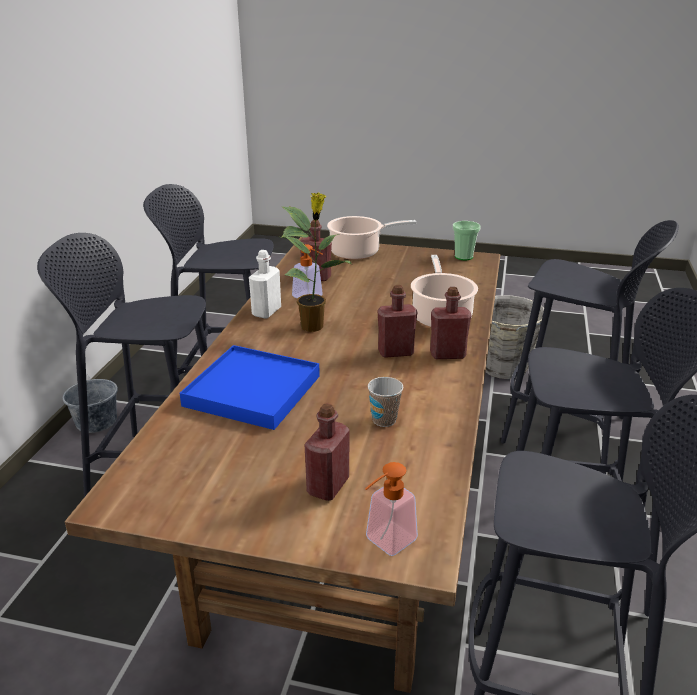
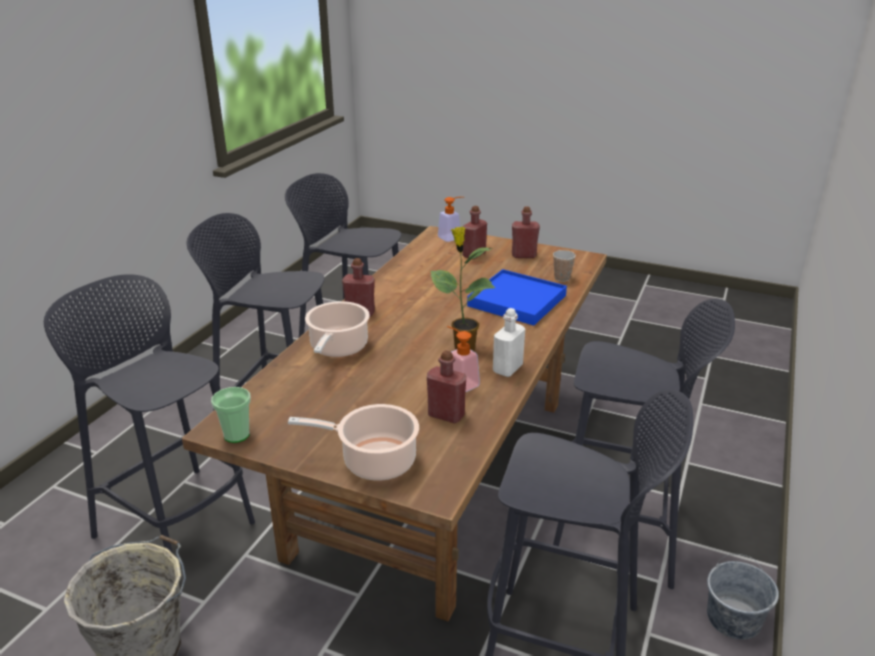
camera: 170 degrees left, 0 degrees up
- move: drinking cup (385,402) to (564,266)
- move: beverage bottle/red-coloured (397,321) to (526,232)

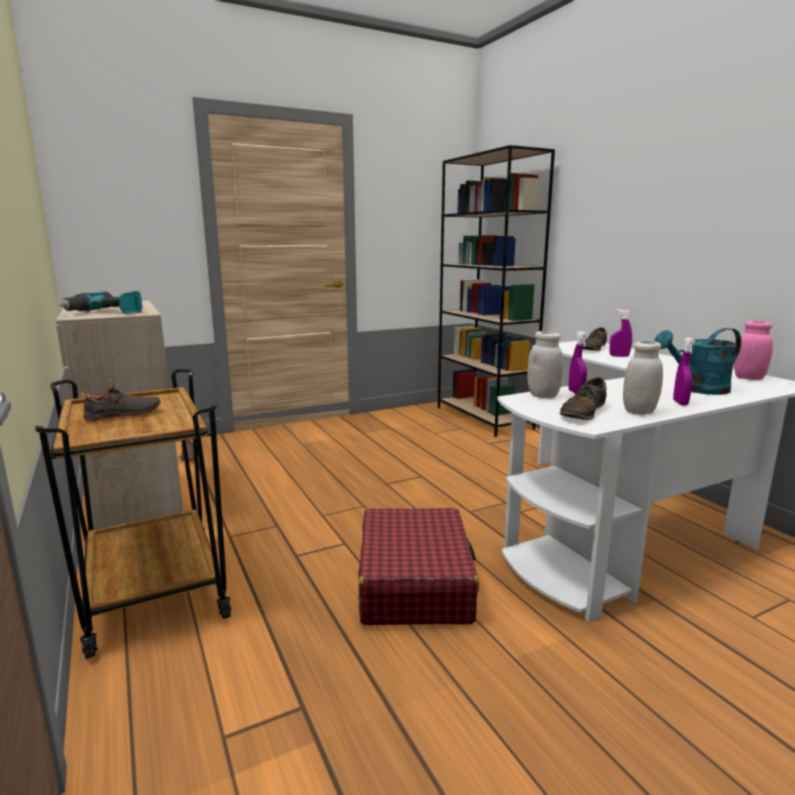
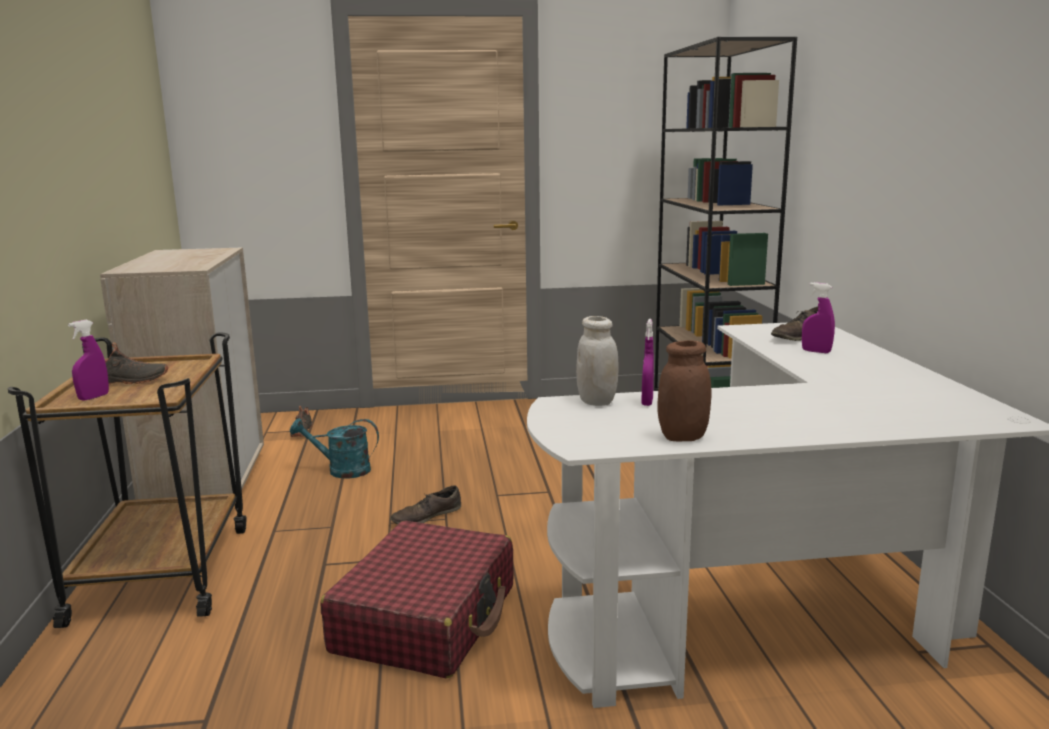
camera: 20 degrees right, 0 degrees up
- delete: electric drill (100,302)
- delete: jar/pink (753,350)
- move: shoe/brown (583,398) to (425,504)
- move: watering pot/turquoise (697,361) to (334,448)
- move: hand sprayer/purple (684,371) to (88,360)
- recolor: jar/whitish (643,378) to jar/brown (684,390)

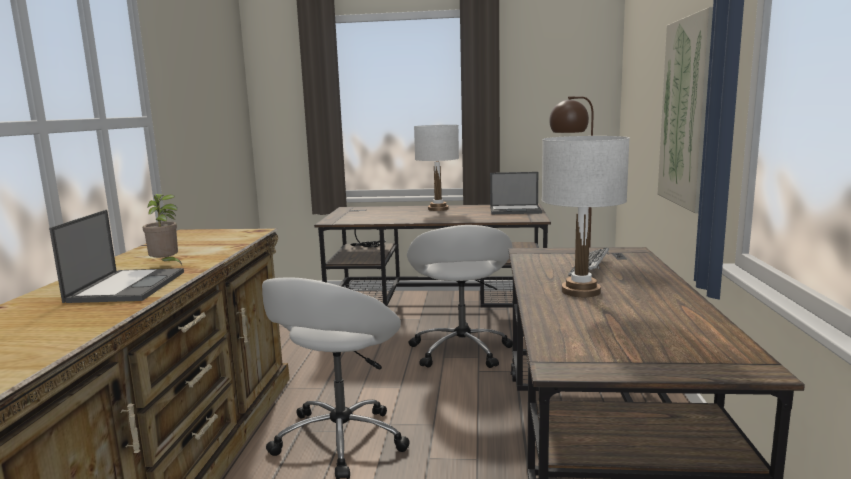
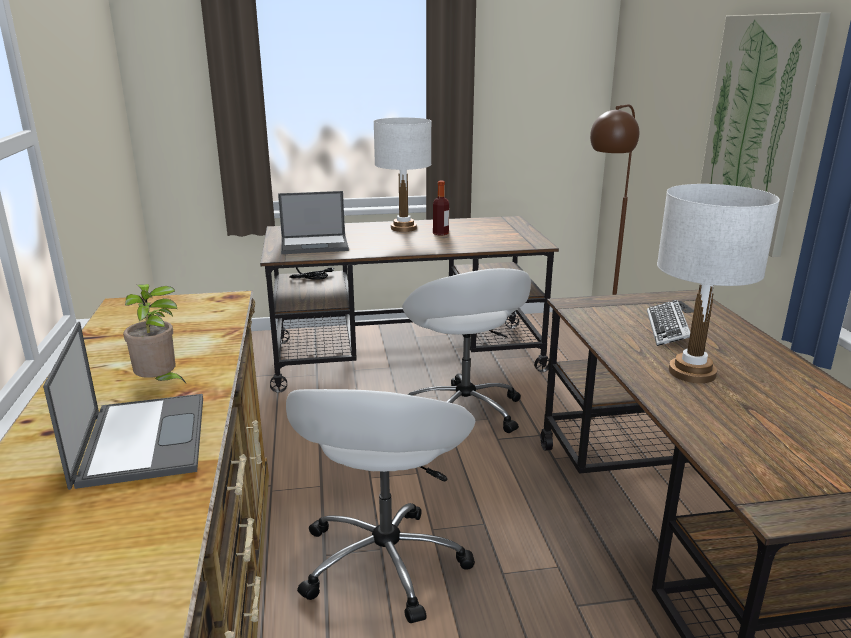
camera: 15 degrees left, 10 degrees up
- insert: beverage bottle (441,208)
- move: notebook computer (516,193) to (313,222)

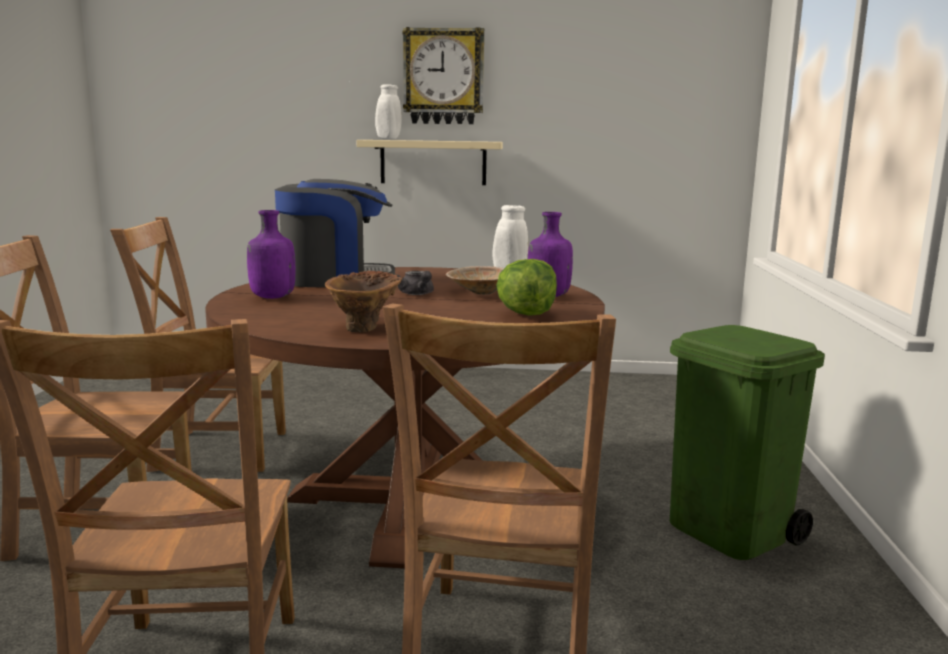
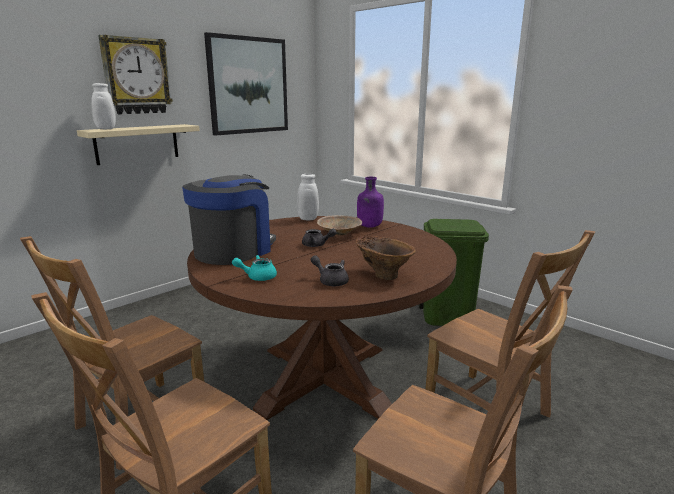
camera: 50 degrees left, 5 degrees up
- delete: head of lettuce (526,287)
- insert: wall picture (246,84)
- insert: tea pot/greyish (330,270)
- replace: beverage bottle/purple (271,254) to tea pot/turquoise (254,268)

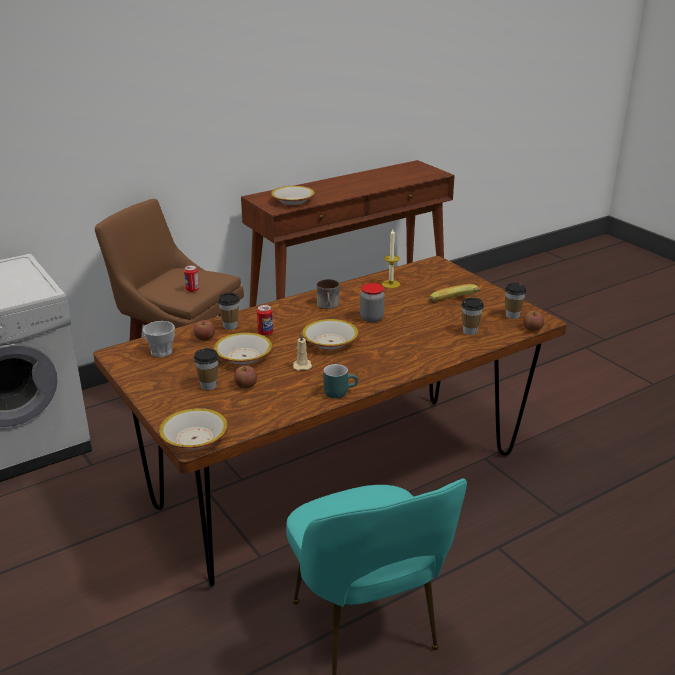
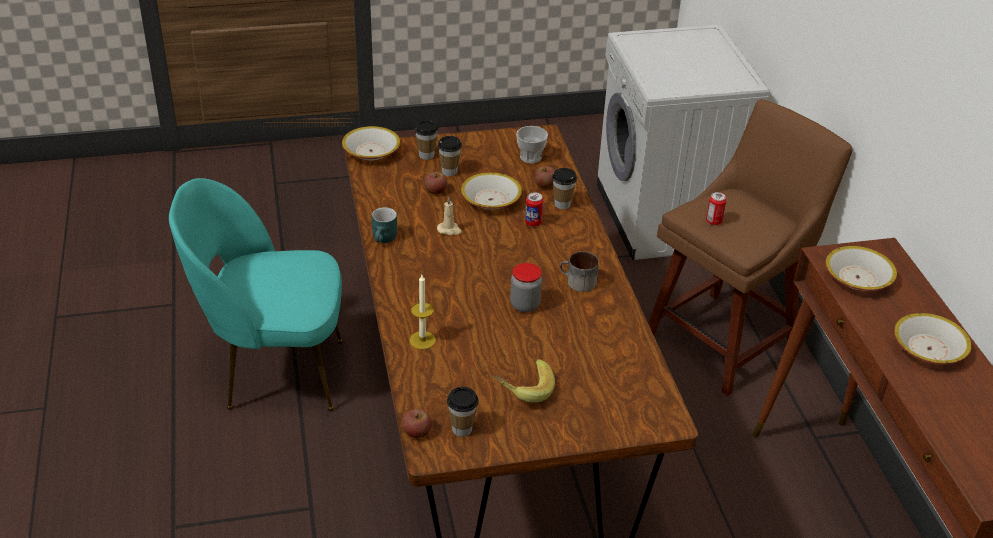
camera: 110 degrees right, 10 degrees up
- move: serving bowl (330,334) to (933,339)
- move: wax light (391,258) to (423,312)
- move: drinking cup (472,316) to (426,140)

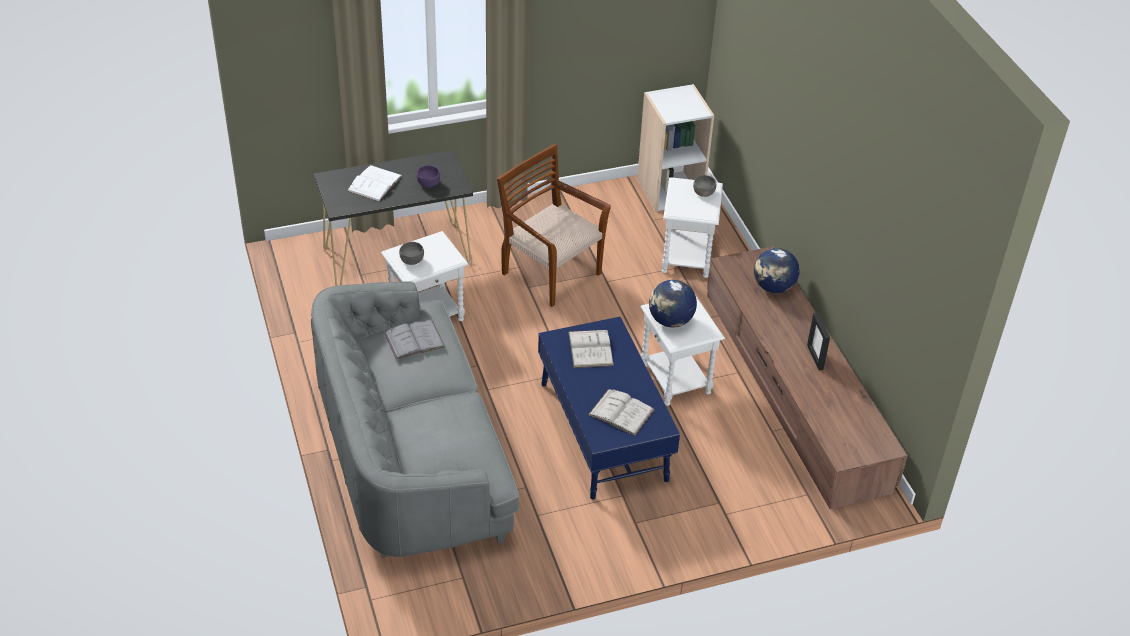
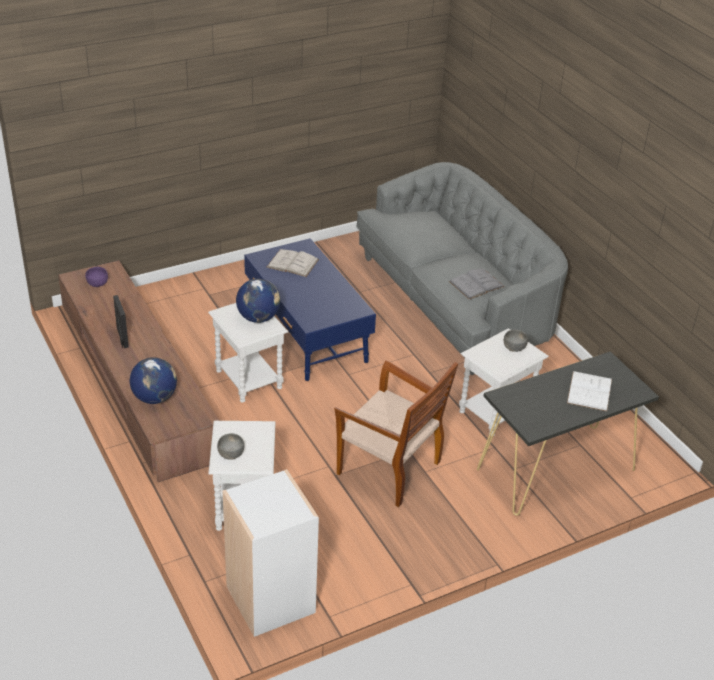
camera: 170 degrees right, 5 degrees down
- delete: bound book/whitish (591,349)
- move: serving bowl/purple (428,177) to (96,277)

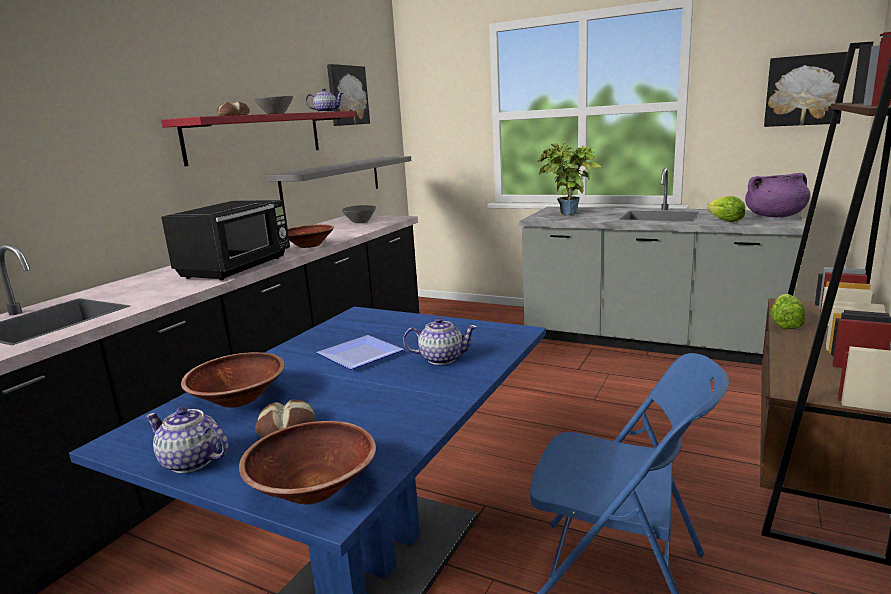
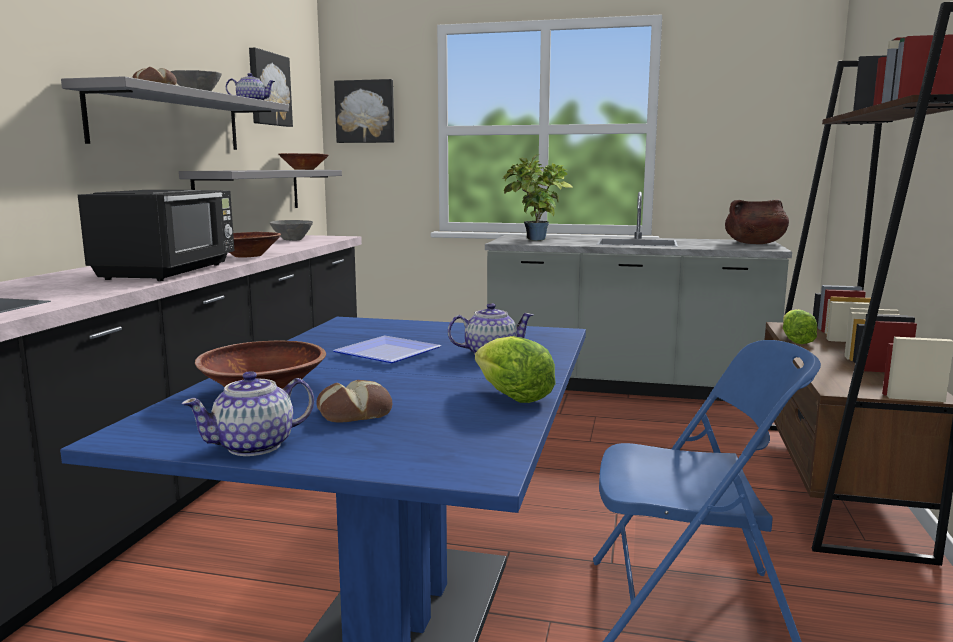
camera: 15 degrees left, 5 degrees down
- move: serving bowl/brown (307,462) to (304,161)
- move: head of lettuce (726,209) to (515,369)
- move: wall picture (806,89) to (364,111)
- recolor: bracket shelf/red-coloured (258,138) to bracket shelf/greyish (175,113)
- recolor: cooking pot/purple (778,195) to cooking pot/brown (757,221)
- rotate: tea pot (186,440) = (247,413) 45 degrees counterclockwise

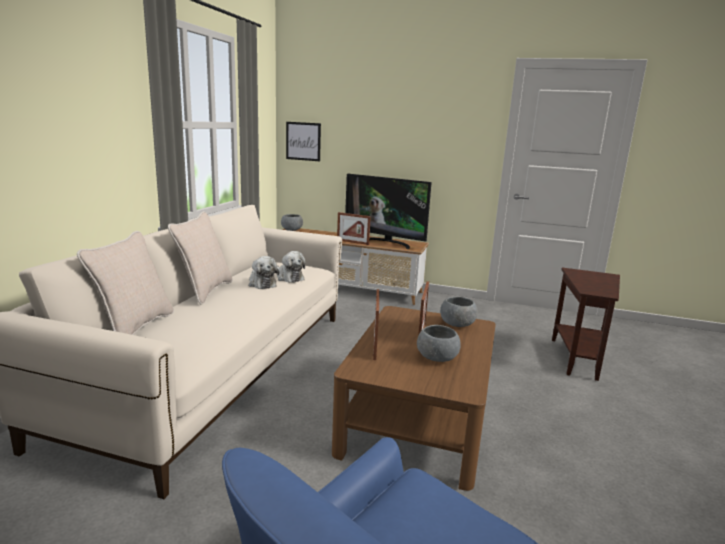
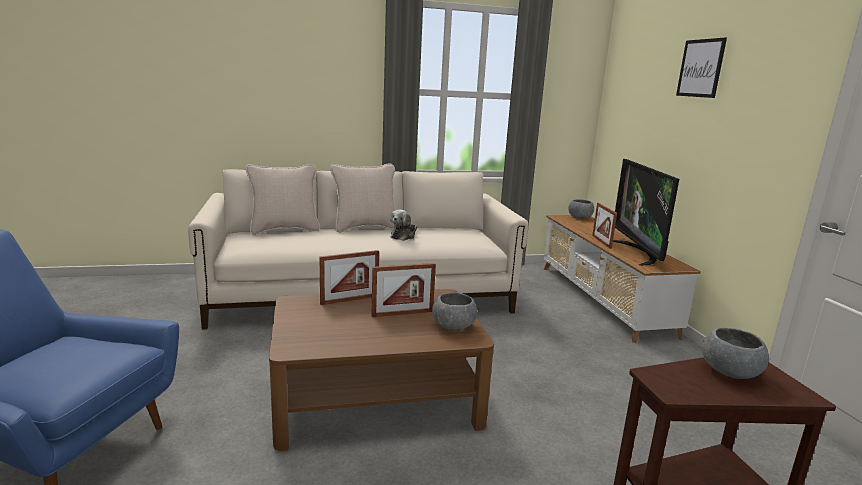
camera: 60 degrees right, 0 degrees up
- delete: plush toy (291,267)
- move: wall picture (303,141) to (701,67)
- move: serving bowl/greyish (439,343) to (735,353)

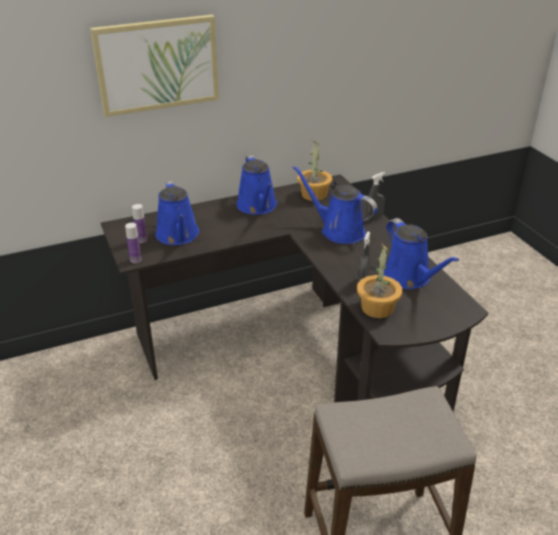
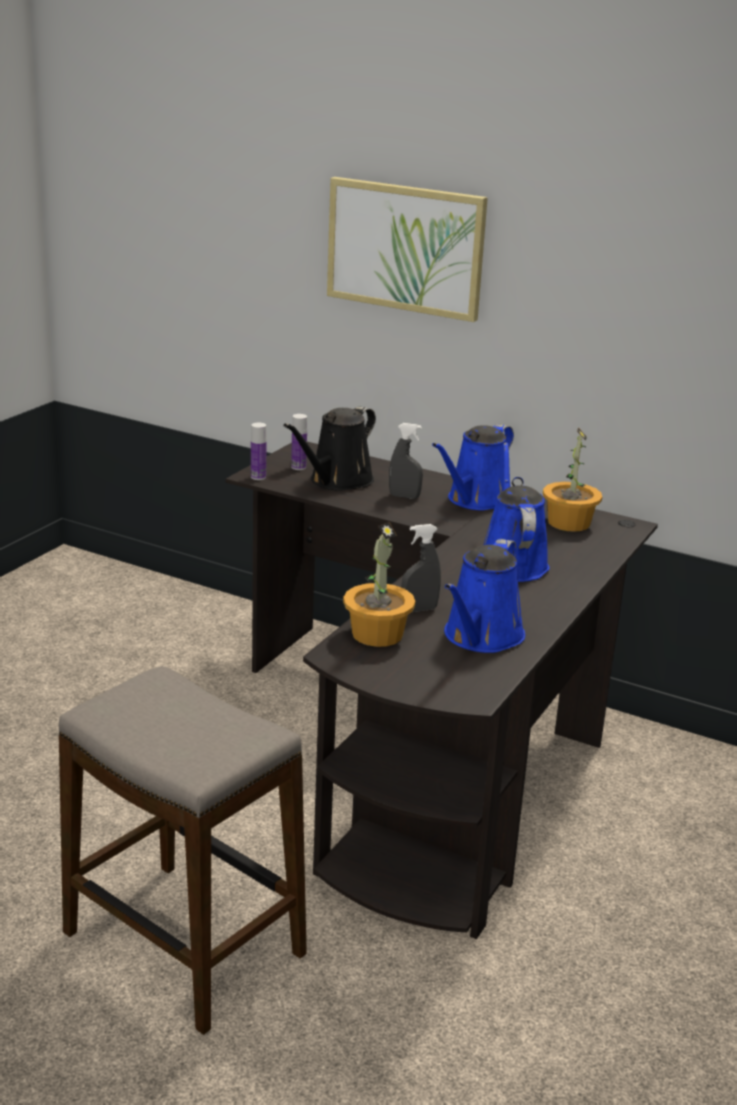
camera: 50 degrees right, 10 degrees down
- move: hand sprayer/greyish (375,197) to (406,461)
- recolor: watering pot/blue-coloured (177,213) to watering pot/blackish (330,448)

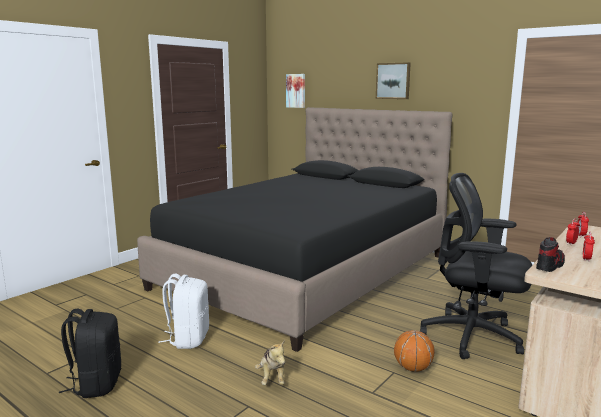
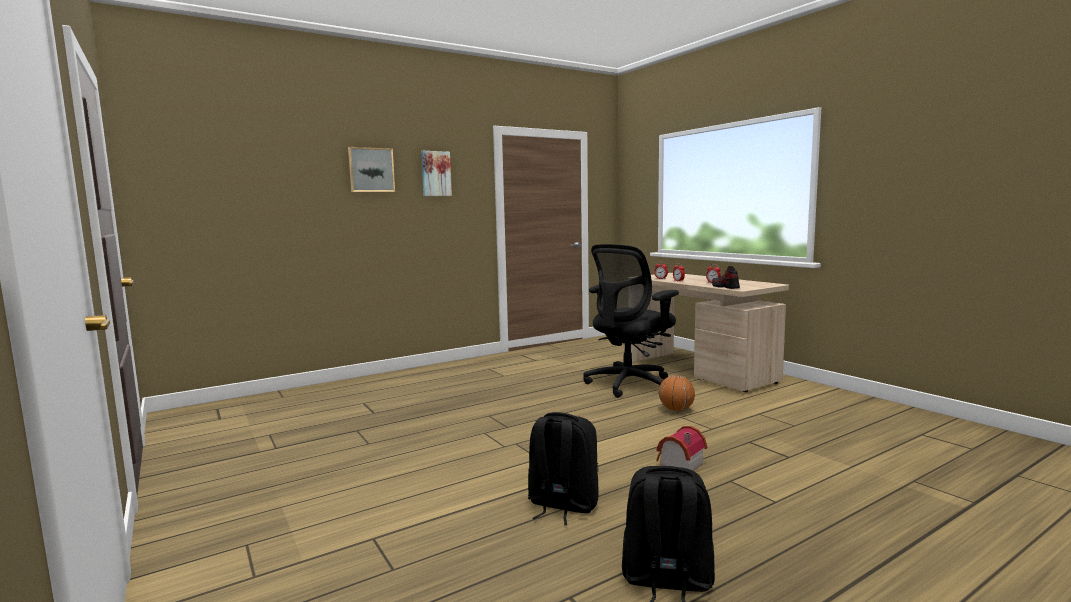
camera: 70 degrees left, 5 degrees down
- delete: sleeping bed/blackish (294,229)
- move: wall picture (295,91) to (436,173)
- replace: plush toy (270,362) to model house (681,448)
- recolor: knapsack/whitish (183,311) to knapsack/blackish (563,468)

